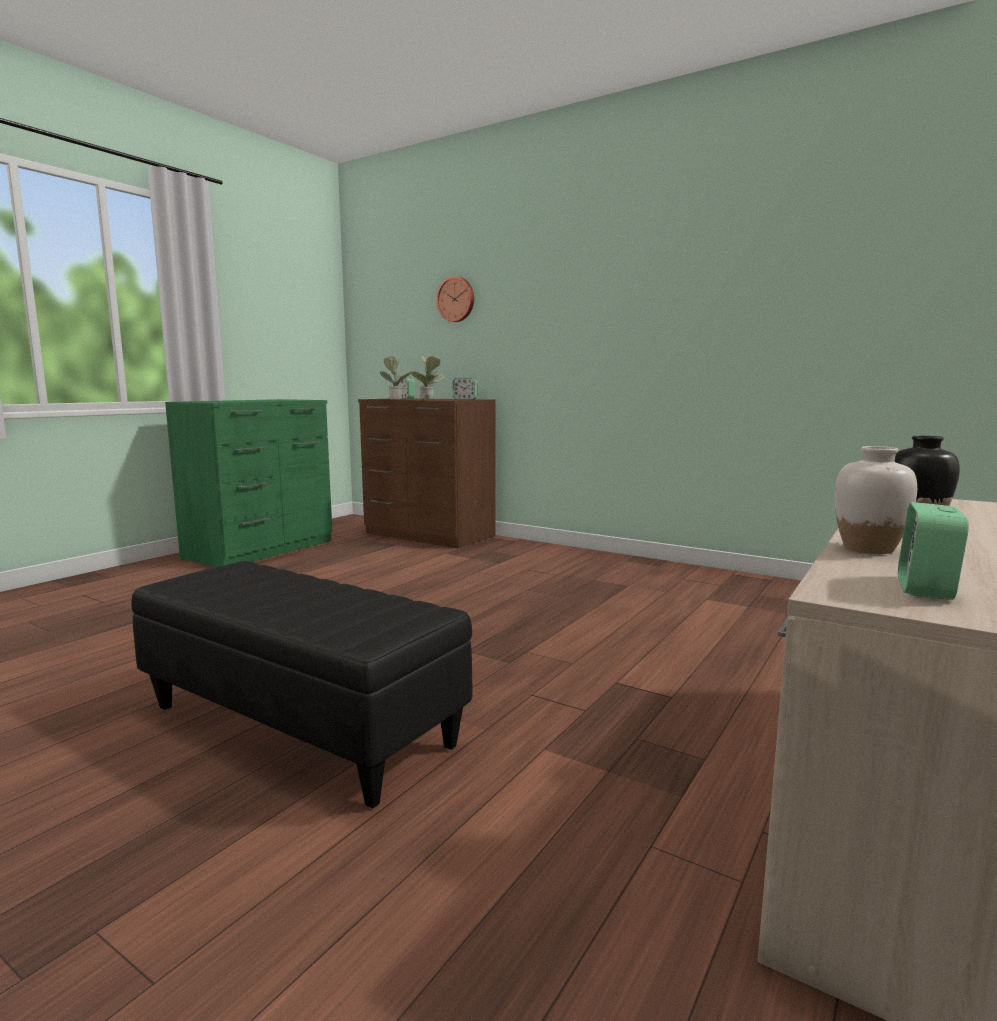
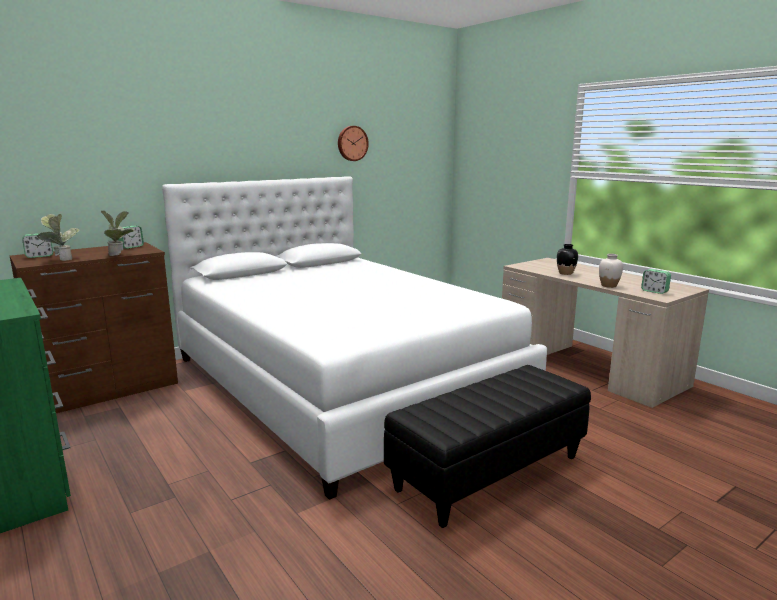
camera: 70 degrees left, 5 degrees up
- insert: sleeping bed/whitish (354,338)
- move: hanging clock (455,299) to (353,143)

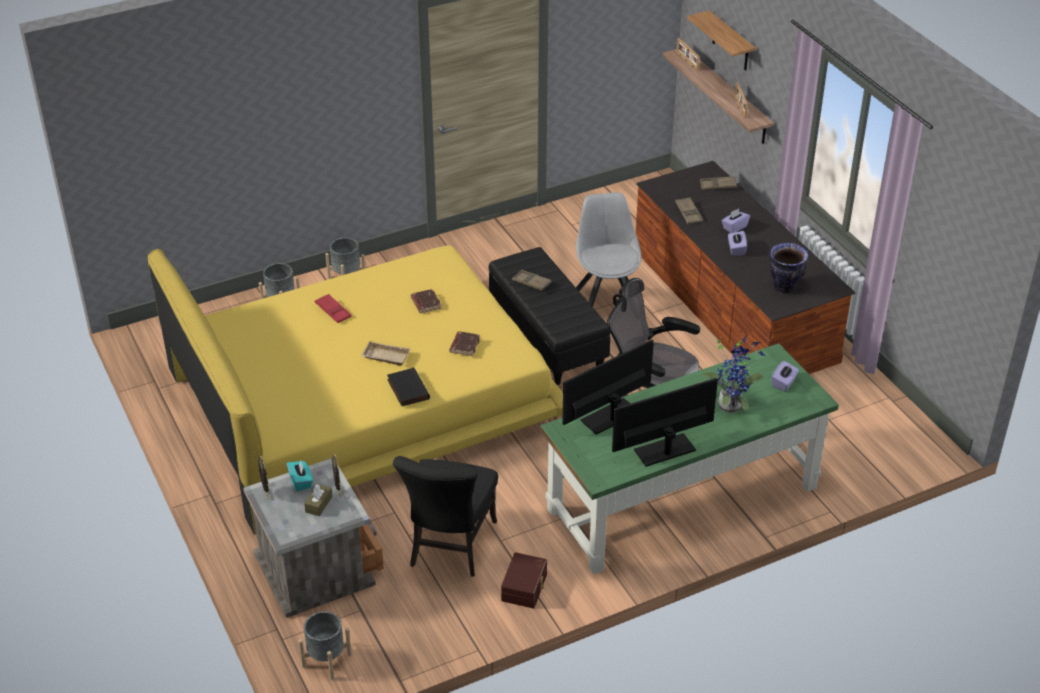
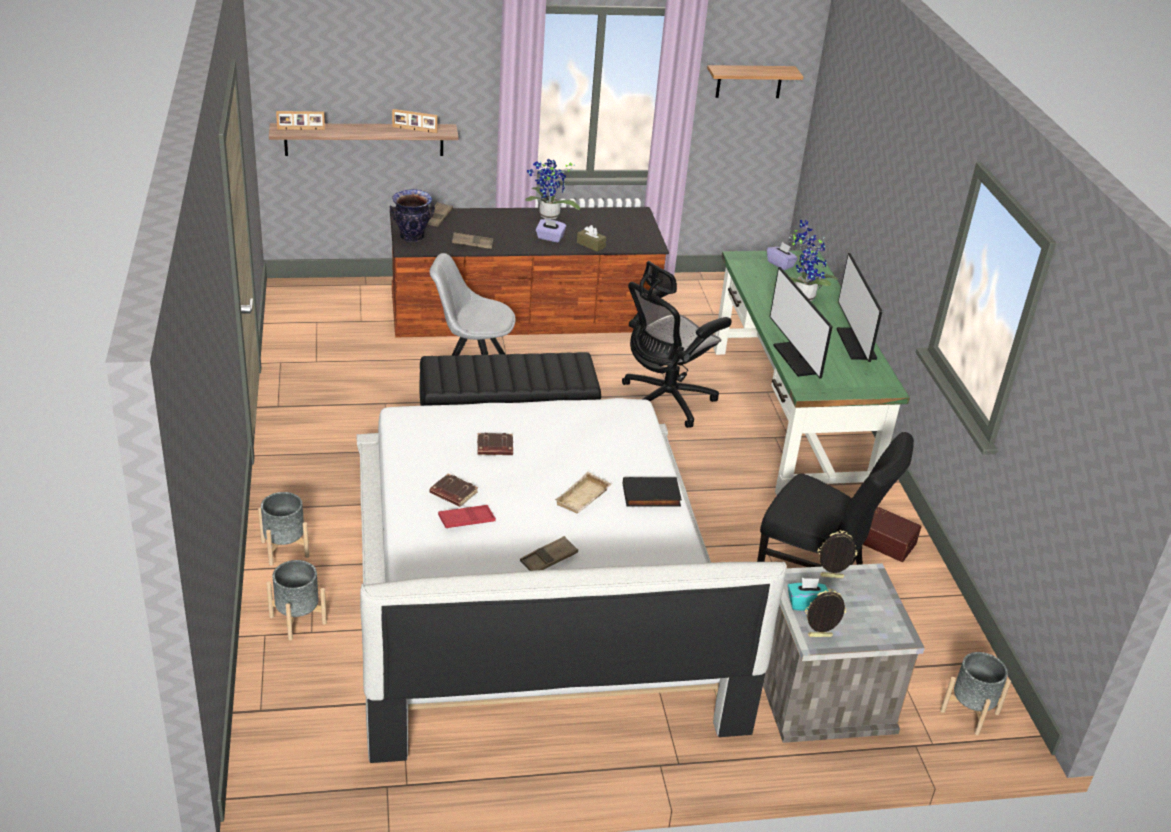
camera: 75 degrees left, 5 degrees down
- delete: tissue box/purple (736,220)
- insert: houseplant (552,189)
- move: tissue box/brown (318,500) to (591,238)
- move: bound book/brown (464,343) to (454,490)
- move: carrying tray/brown (531,280) to (549,553)
- move: bracket shelf (721,40) to (755,81)
- move: decorative vase (789,268) to (412,215)
- recolor: sleeping bed/yellowish (355,390) to sleeping bed/whitish (572,580)

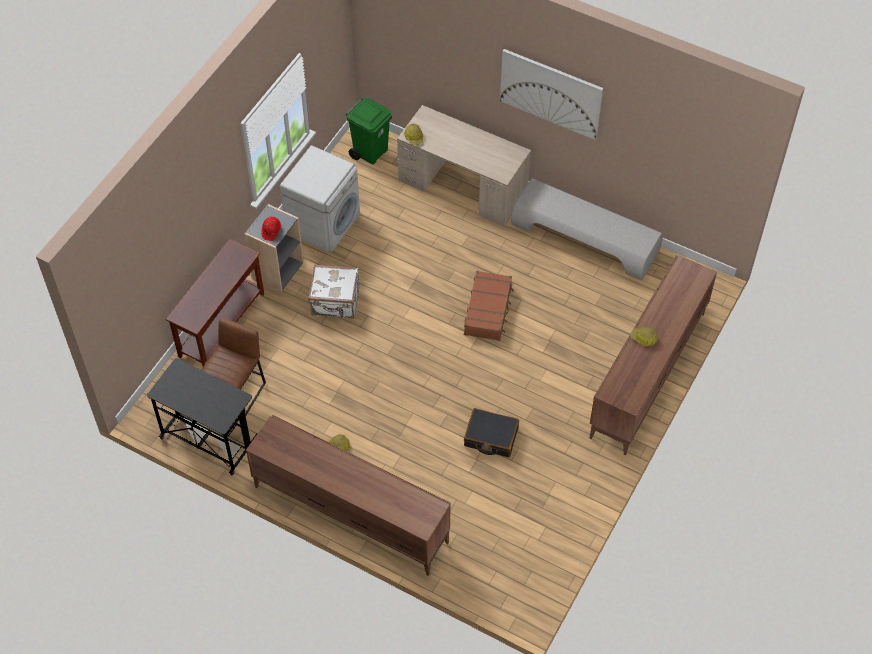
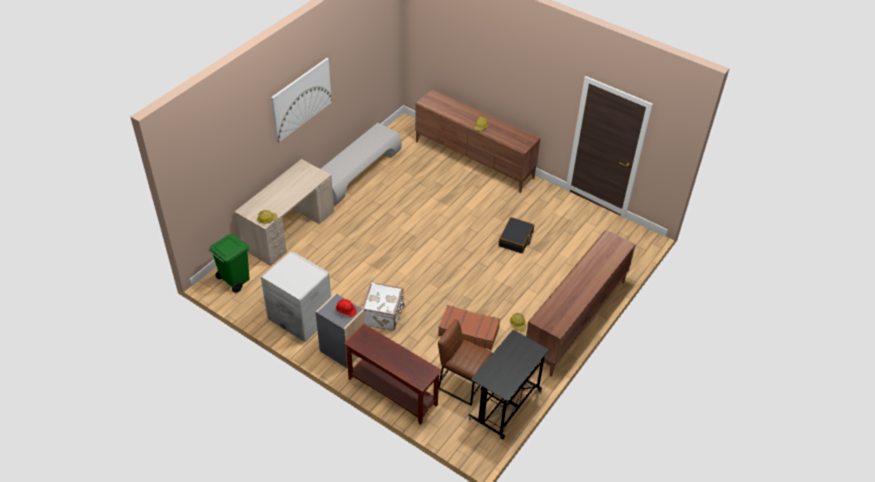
camera: 85 degrees left, 10 degrees down
- move: travel case/brown (489,306) to (469,327)

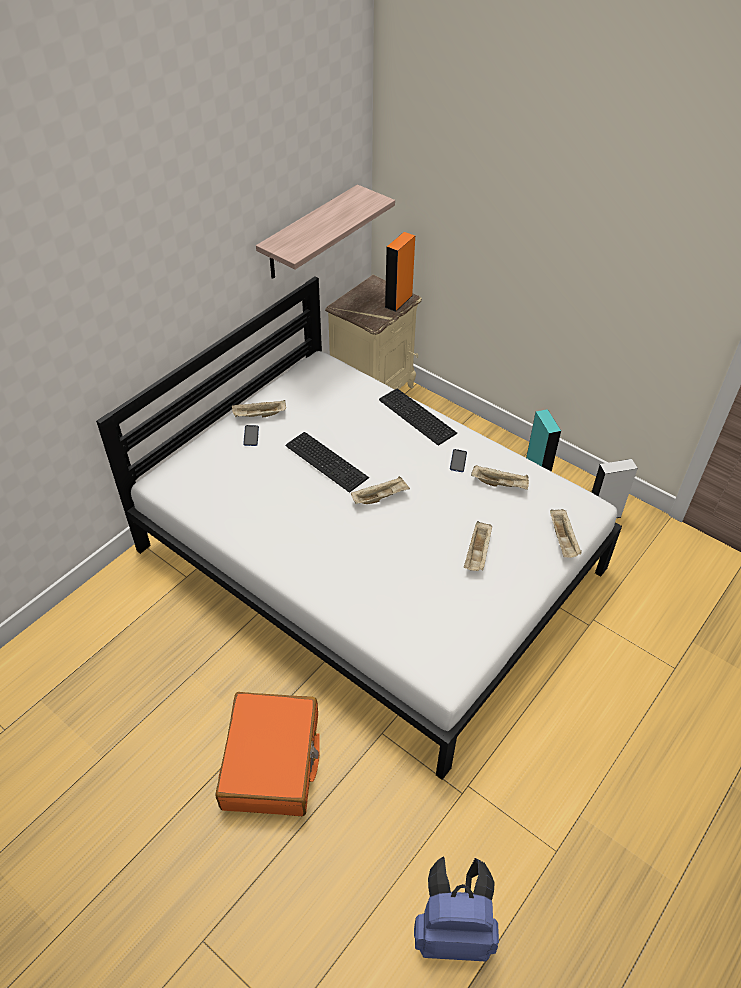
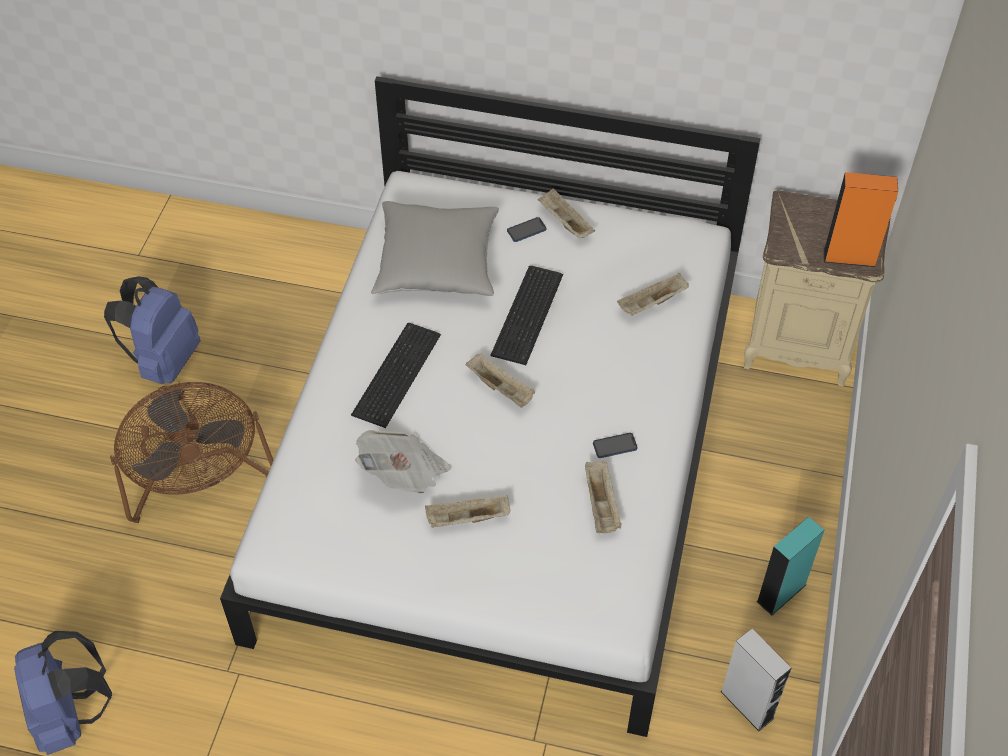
camera: 65 degrees right, 5 degrees up
- delete: bracket shelf (325,232)
- insert: knapsack/blue-coloured (152,330)
- insert: printed paper (403,462)
- insert: pillow/greyish (435,248)
- move: keyboard (418,417) to (396,375)
- move: carrying tray/beige-coloured (566,533) to (653,294)
- replace: travel case/orange-coloured (268,754) to fan/brown (192,452)

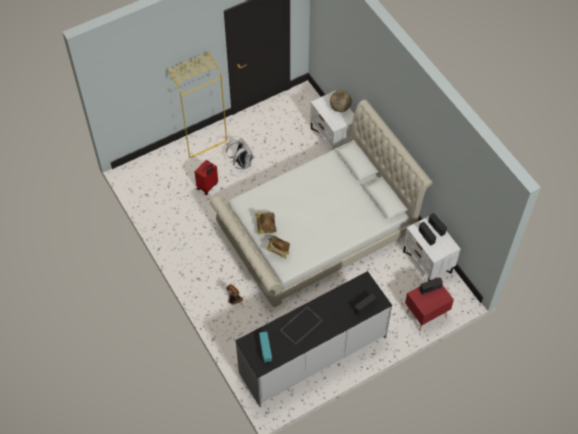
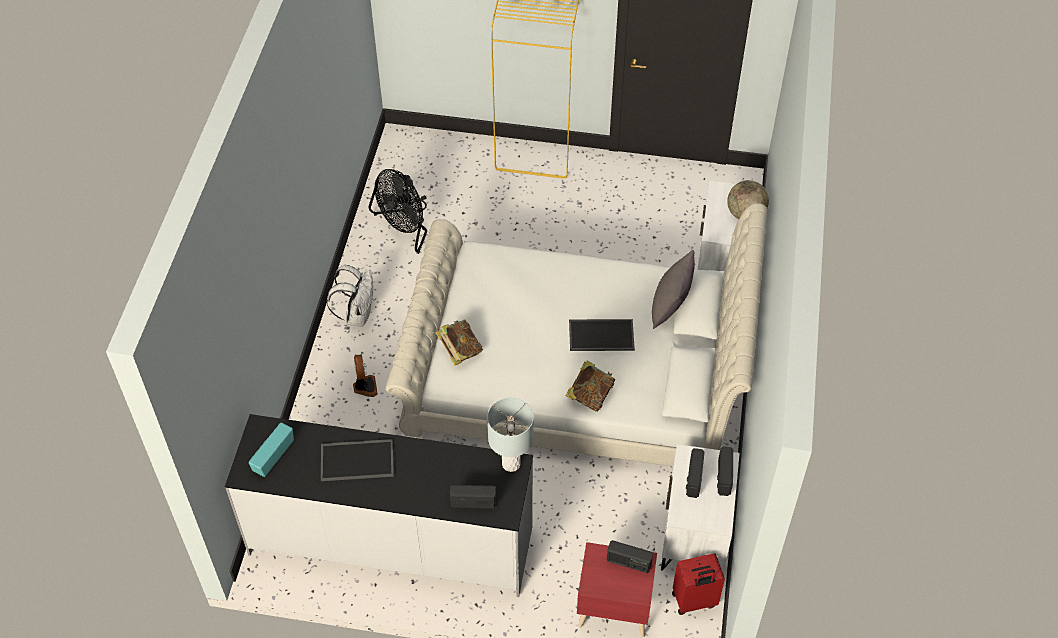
camera: 40 degrees right, 5 degrees down
- insert: fan/blackish (398,211)
- insert: tabletop lamp/greyish (510,435)
- insert: carrying tray (602,335)
- insert: pillow/greyish (673,289)
- move: travel case/red-coloured (206,177) to (698,584)
- move: knapsack/whitish (239,153) to (350,296)
- move: bound book (265,223) to (590,386)

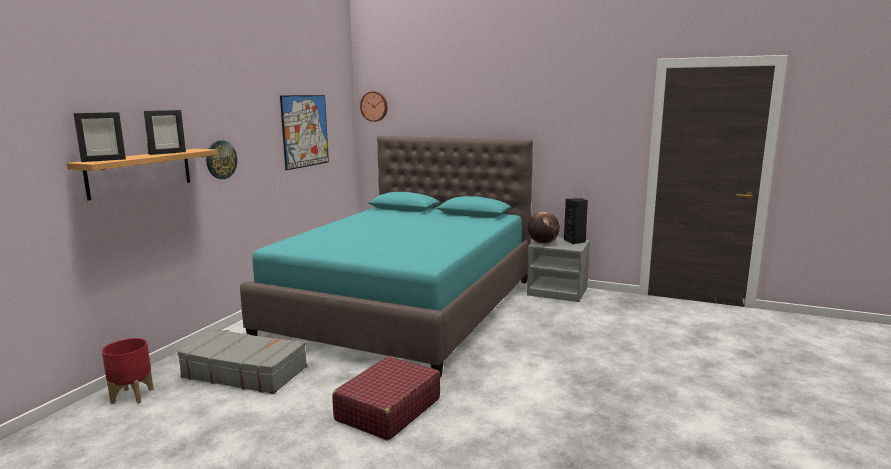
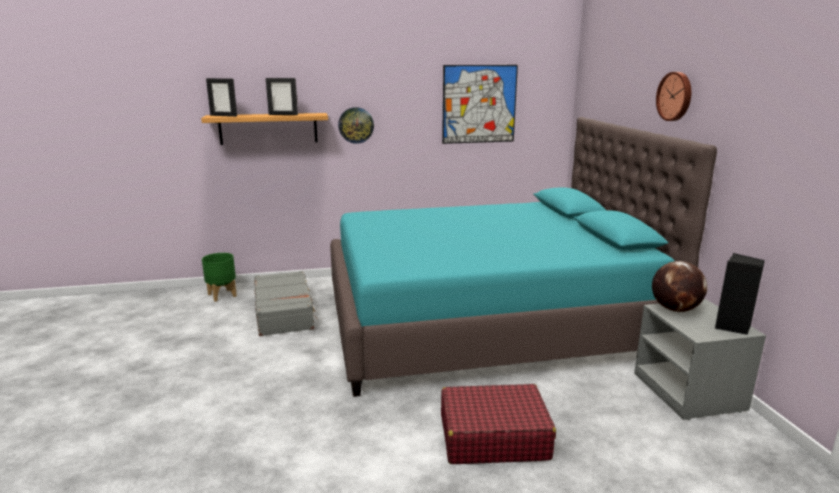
camera: 55 degrees right, 5 degrees up
- move: travel case/red-coloured (386,398) to (498,424)
- move: hanging clock (374,106) to (673,96)
- recolor: planter/red-coloured (128,371) to planter/greenish (219,277)

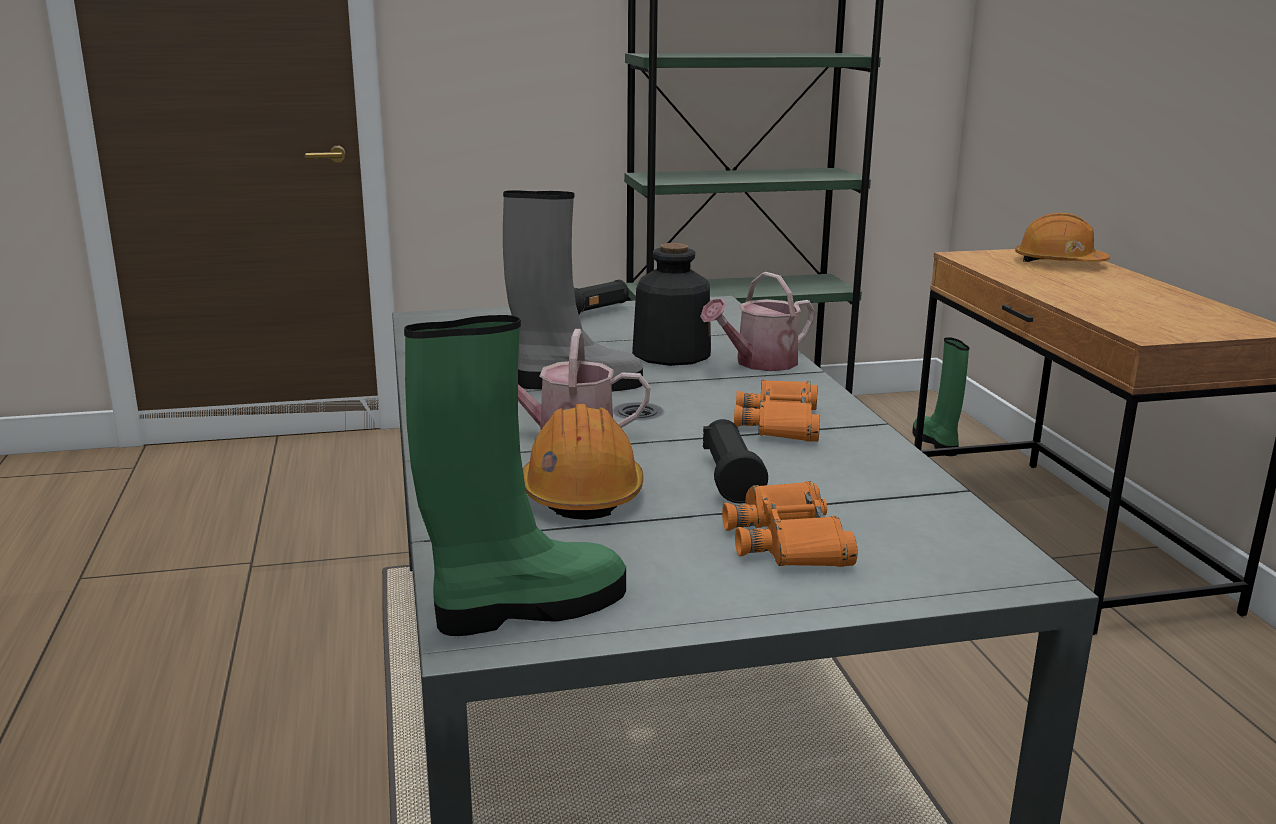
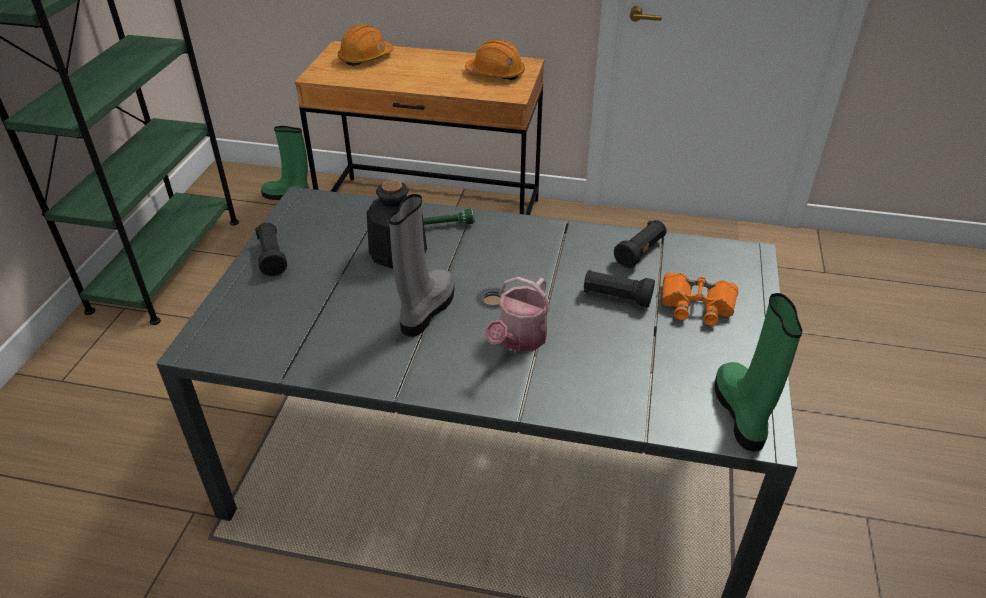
camera: 65 degrees left, 20 degrees up
- delete: binoculars/orange-coloured (777,411)
- insert: torch/blackish (640,244)
- move: safety helmet/orange-coloured (583,462) to (495,59)
- replace: watering pot (757,321) to torch/greenish (448,217)

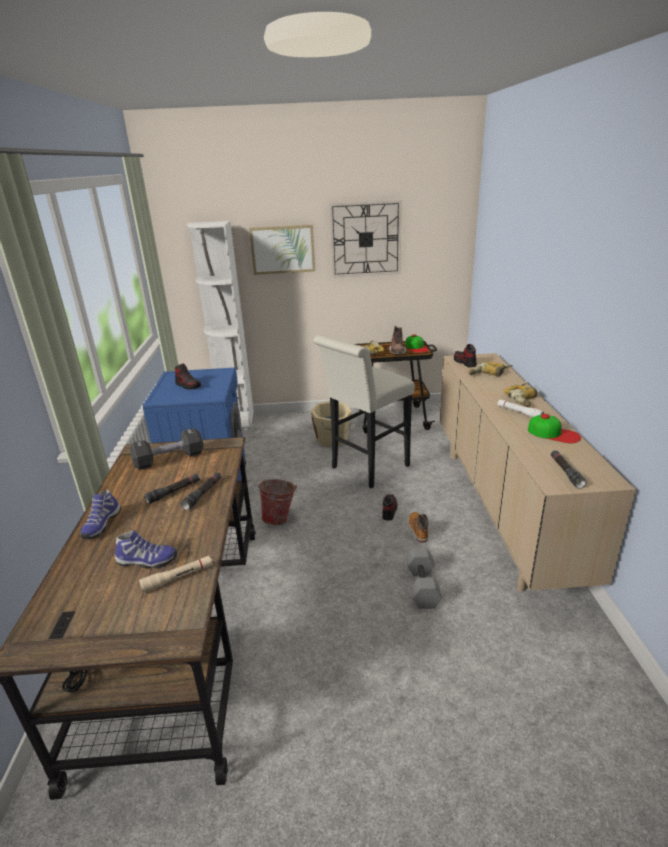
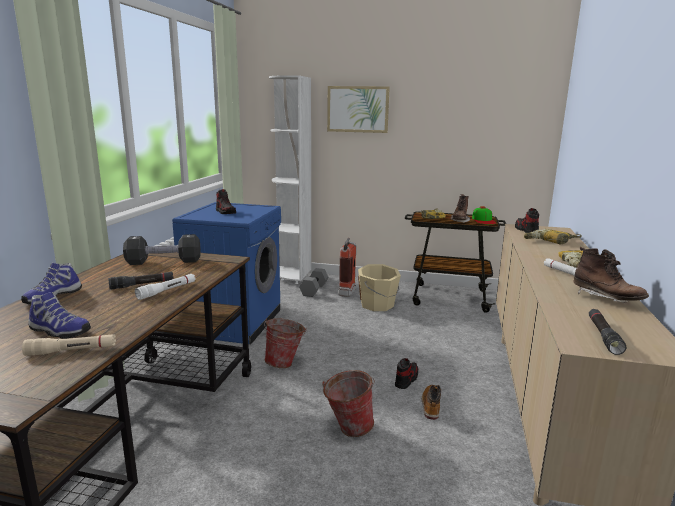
camera: 15 degrees right, 10 degrees down
- delete: sitting stool/whitish (364,411)
- delete: hanging clock (365,239)
- insert: water bucket (348,403)
- insert: fire extinguisher (347,267)
- move: free weight/greyish (424,578) to (314,282)
- replace: cap (554,428) to tall boot/brown (611,275)
- recolor: torch/blackish (201,491) to torch/whitish (165,287)

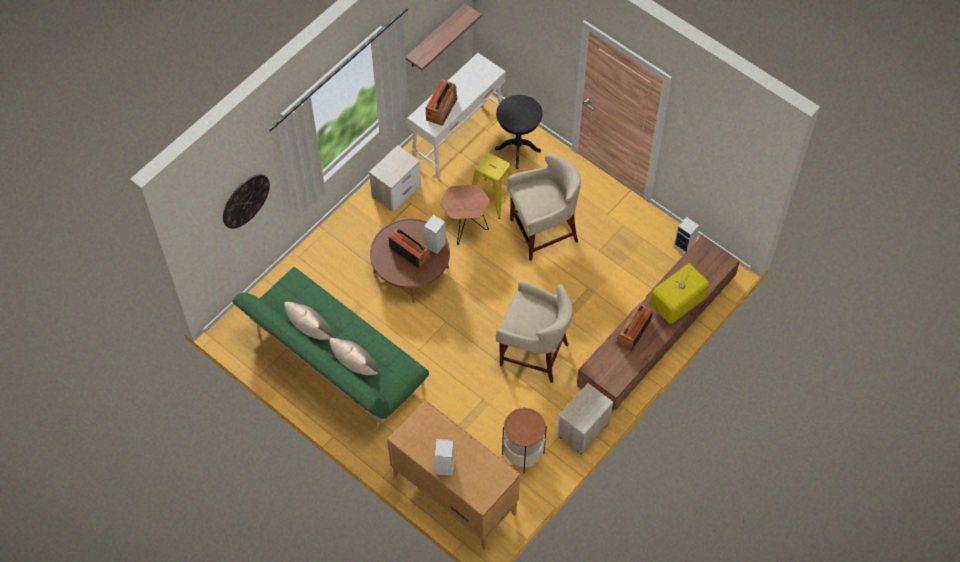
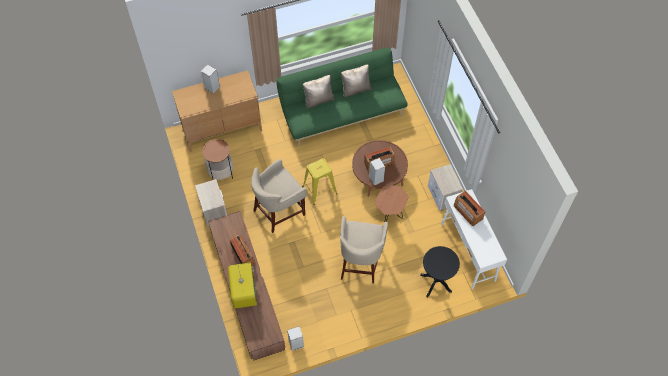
camera: 120 degrees right, 0 degrees up
- delete: hanging clock (246,201)
- delete: bracket shelf (444,37)
- move: sitting stool/yellowish (492,186) to (319,181)

